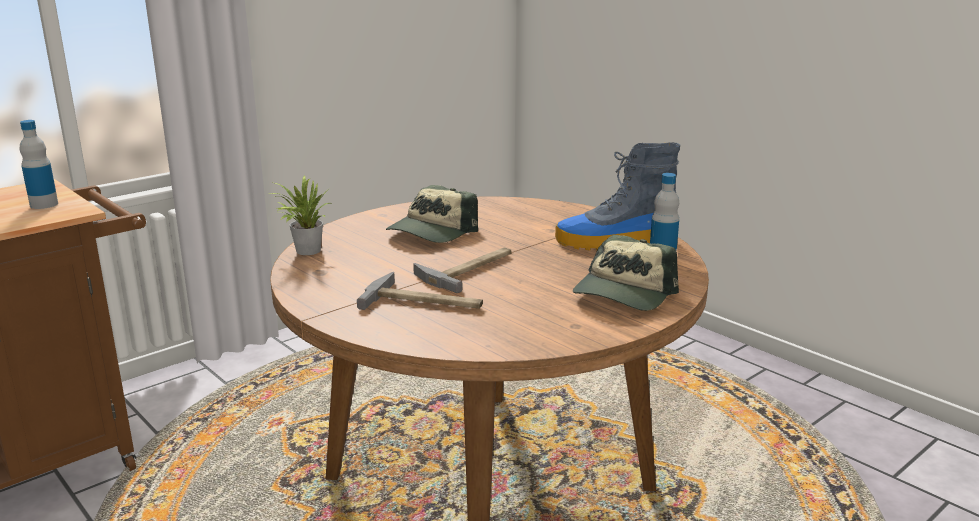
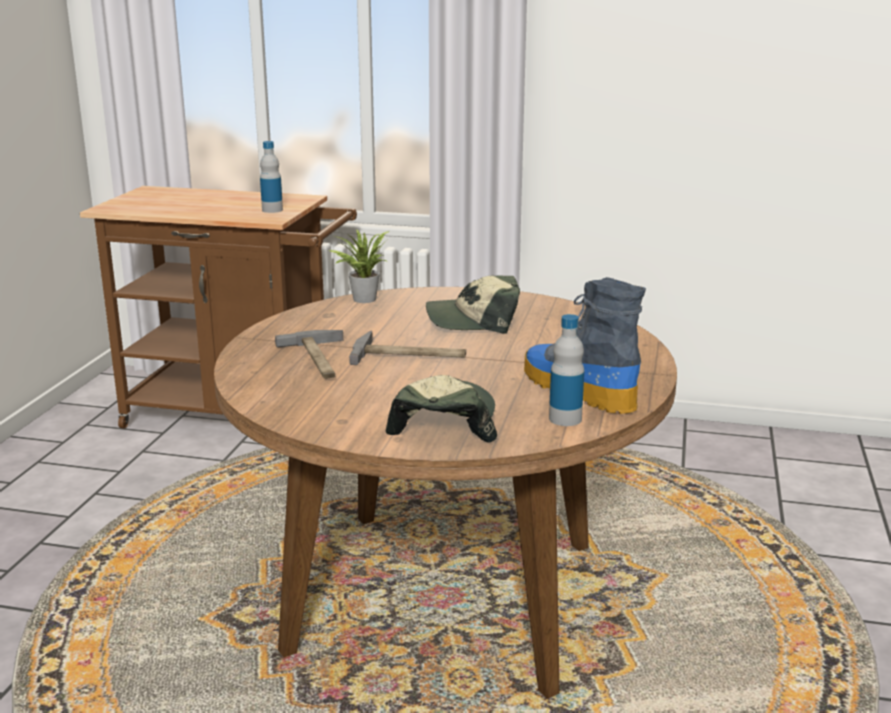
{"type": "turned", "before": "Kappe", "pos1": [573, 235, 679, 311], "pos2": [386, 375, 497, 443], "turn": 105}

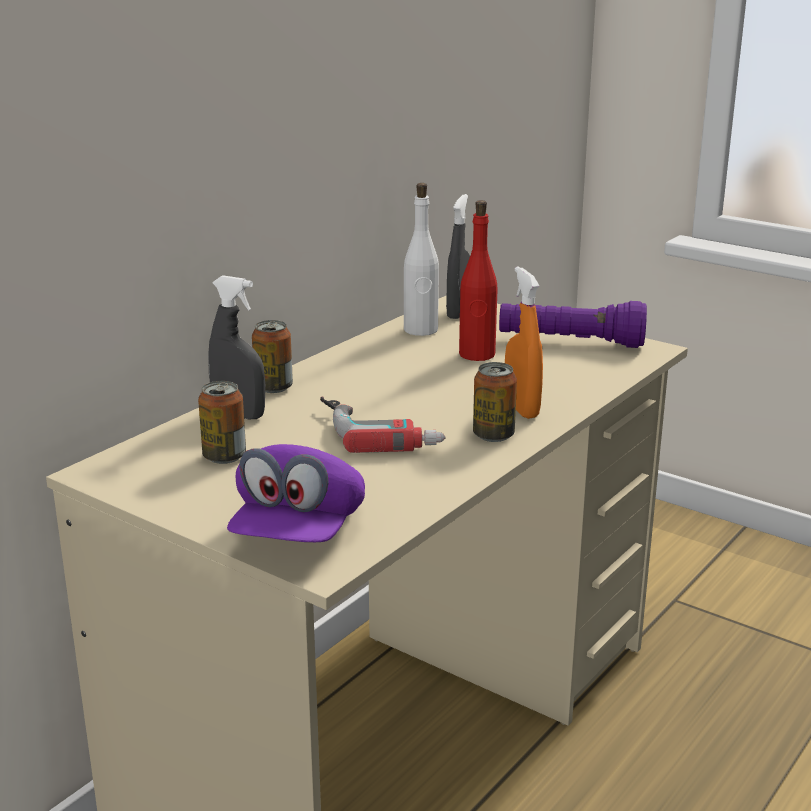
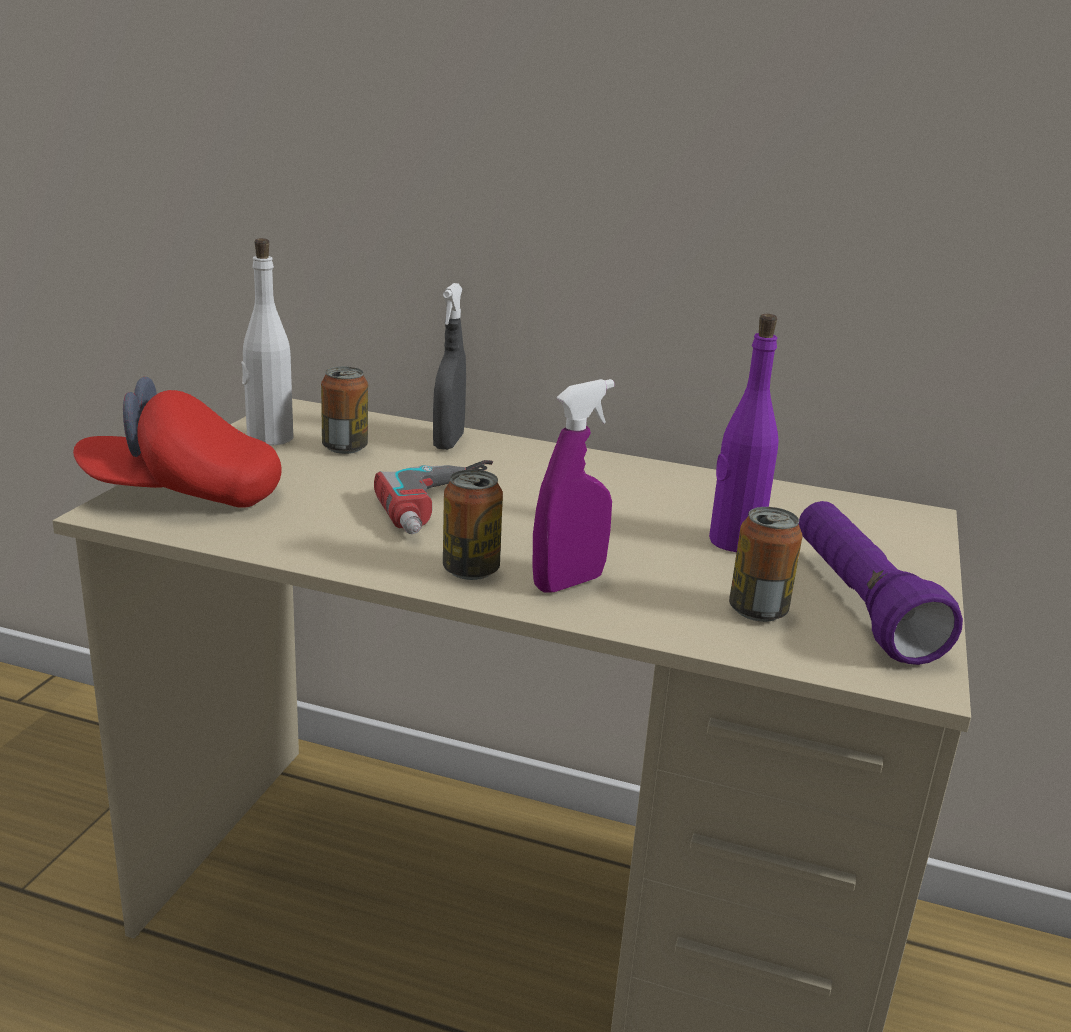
{"type": "recoloured", "before": "Kappe (lila)", "after": "Kappe (rot)", "pos1": [227, 444, 365, 542], "pos2": [73, 377, 282, 507]}
{"type": "moved", "before": "Dose", "pos1": [252, 320, 293, 393], "pos2": [729, 507, 803, 622]}
{"type": "moved", "before": "Flasche (weiß)", "pos1": [404, 183, 439, 336], "pos2": [241, 238, 293, 446]}
{"type": "removed", "before": "Sprühflasche (grau)", "pos1": [446, 194, 470, 319]}
{"type": "recoloured", "before": "Flasche (rot)", "after": "Flasche (lila)", "pos1": [459, 200, 497, 361], "pos2": [709, 314, 778, 552]}
{"type": "recoloured", "before": "Sprühflasche (orange)", "after": "Sprühflasche (lila)", "pos1": [505, 266, 543, 419], "pos2": [533, 379, 615, 593]}

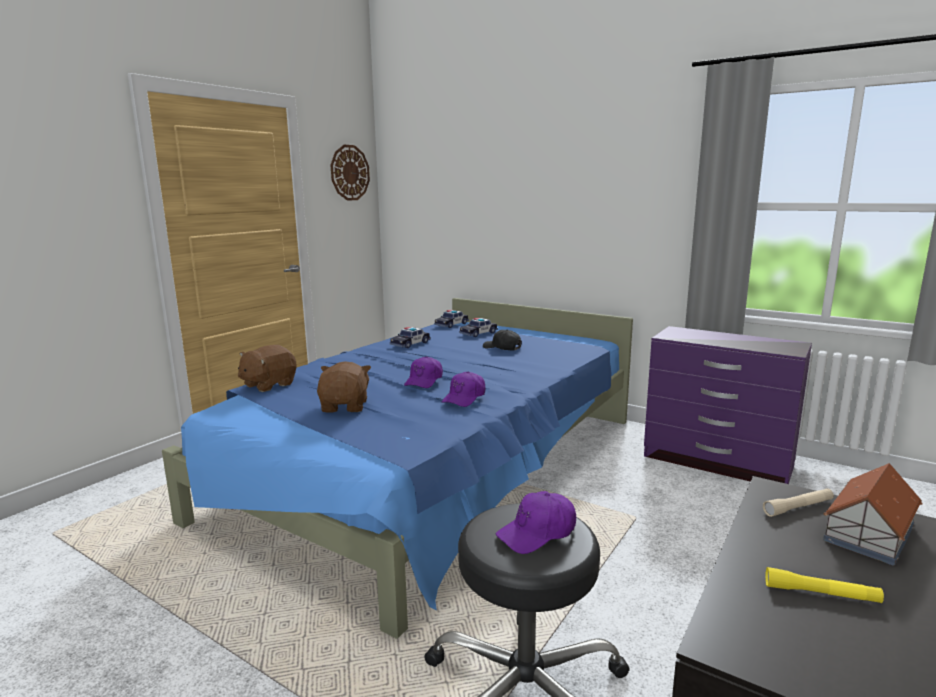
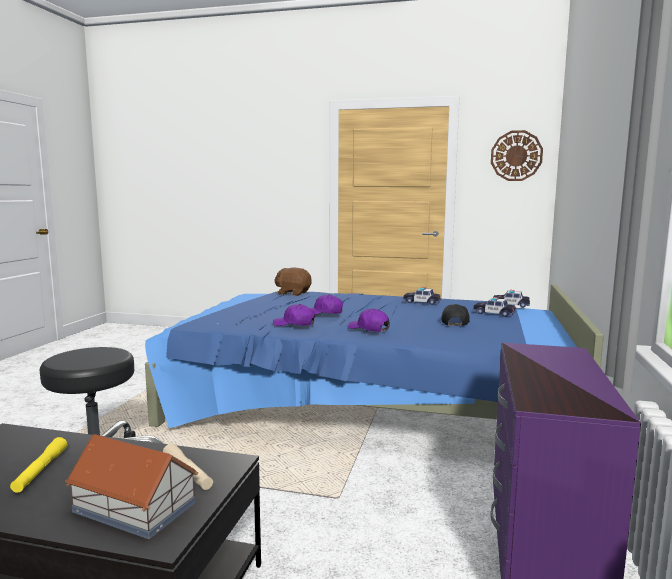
{"type": "removed", "before": "Plüschtier (braun)", "pos1": [317, 361, 371, 413]}
{"type": "moved", "before": "Kappe (lila)", "pos1": [496, 491, 576, 554], "pos2": [348, 309, 390, 332]}

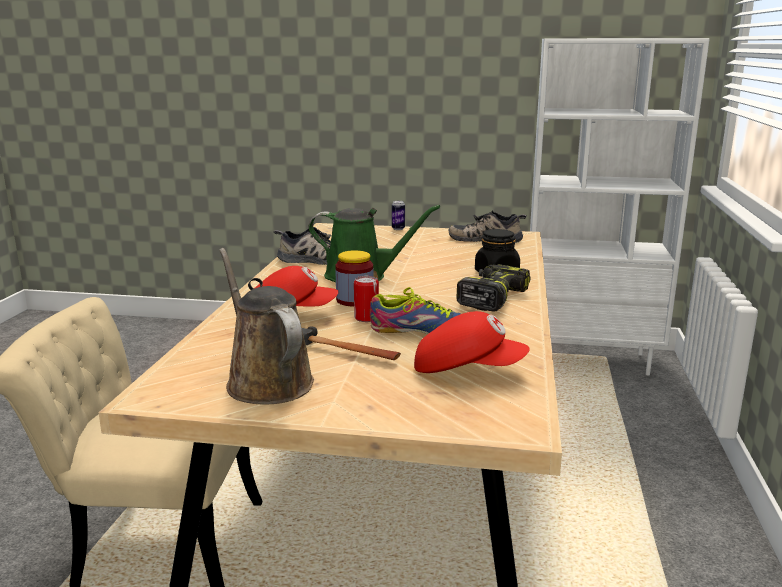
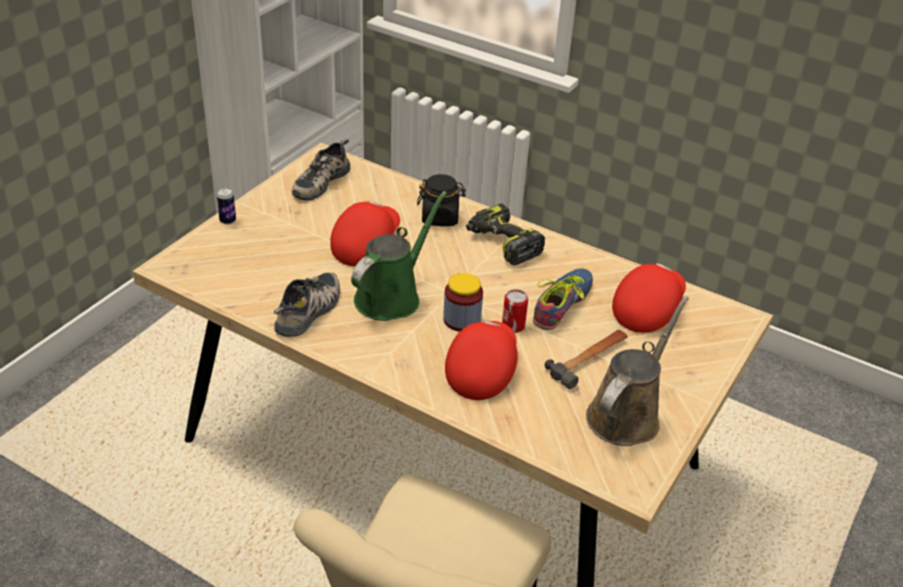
{"type": "turned", "before": "Gießkanne (braun)", "pos1": [219, 248, 314, 404], "pos2": [586, 296, 689, 446], "turn": 135}
{"type": "added", "after": "Kappe (rot)", "pos2": [330, 200, 400, 266]}

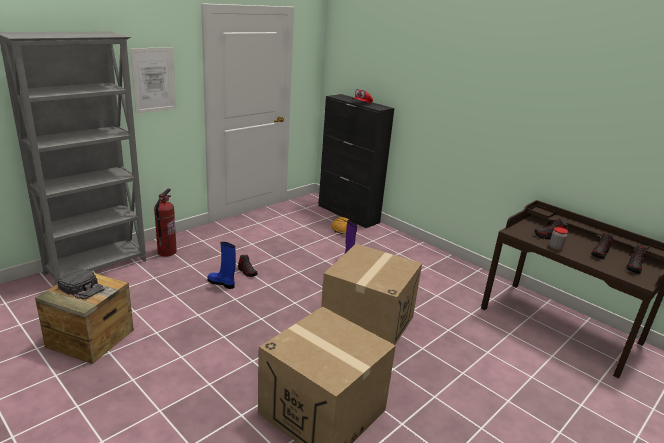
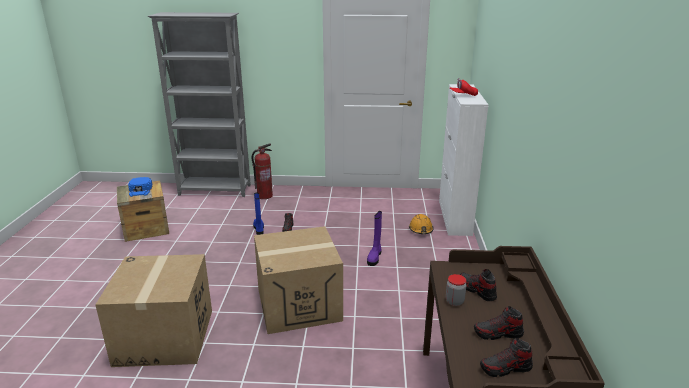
{"type": "recoloured", "before": "Kappe (schwarz)", "after": "Kappe (blau)", "pos1": [57, 268, 105, 300], "pos2": [128, 177, 152, 197]}
{"type": "removed", "before": "Bild", "pos1": [130, 47, 177, 114]}
{"type": "recoloured", "before": "Schrank (schwarz)", "after": "Schrank (weiß)", "pos1": [318, 94, 395, 228], "pos2": [439, 84, 488, 236]}

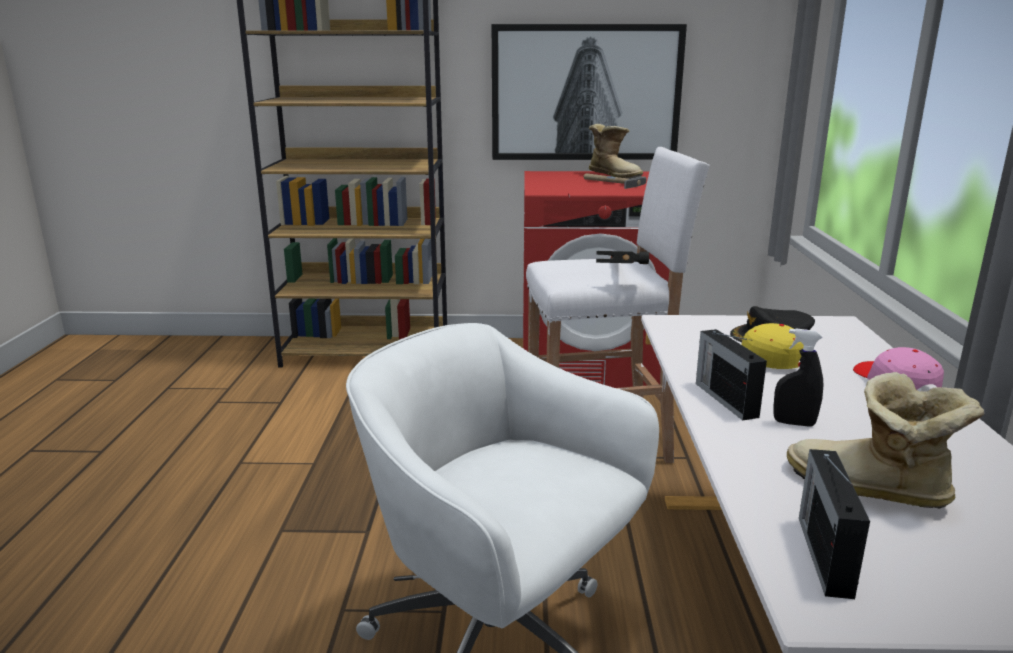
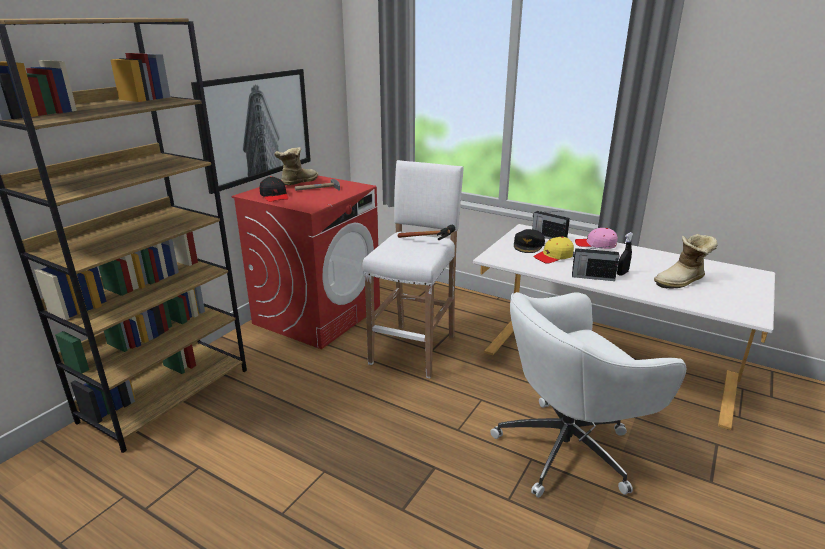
{"type": "turned", "before": "Stiefel", "pos1": [589, 124, 643, 179], "pos2": [275, 147, 318, 185], "turn": -45}
{"type": "moved", "before": "Radio", "pos1": [799, 449, 870, 599], "pos2": [532, 211, 570, 239]}
{"type": "added", "after": "Kappe (schwarz)", "pos2": [260, 176, 288, 202]}

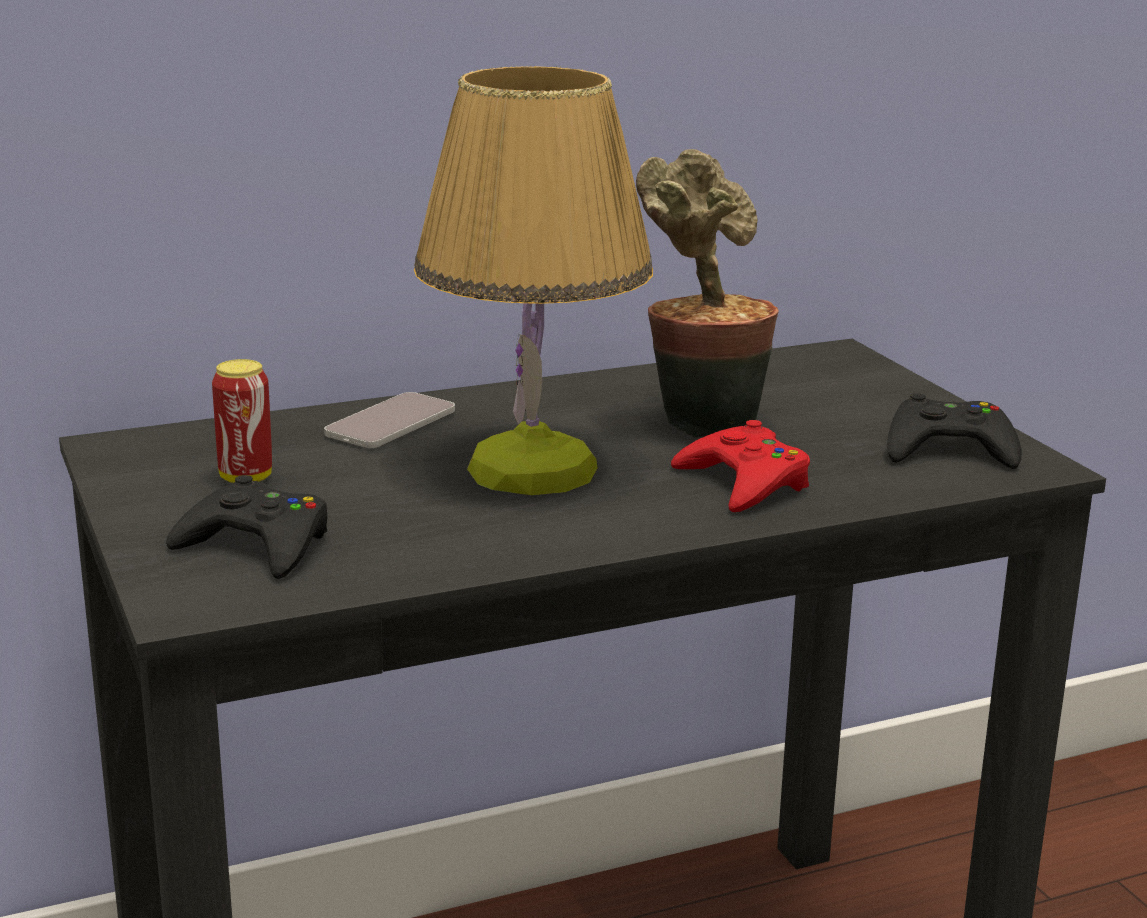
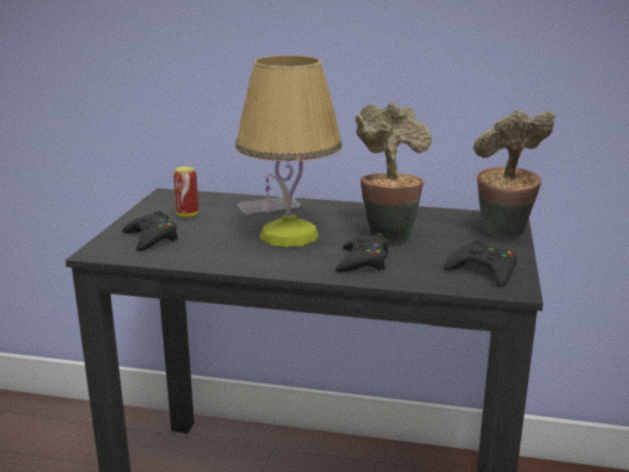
{"type": "recoloured", "before": "Gamepad (rot)", "after": "Gamepad (schwarz)", "pos1": [671, 420, 810, 512], "pos2": [335, 234, 389, 272]}
{"type": "added", "after": "Topfpflanze", "pos2": [473, 110, 555, 236]}

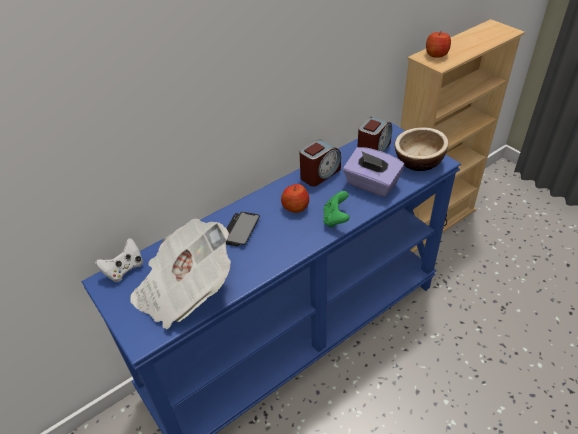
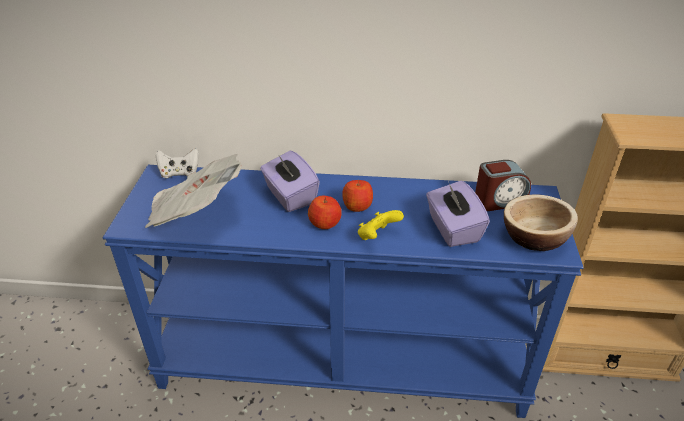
{"type": "replaced", "before": "Handy", "after": "Taschentuchbox (lila)", "pos1": [226, 212, 260, 246], "pos2": [260, 151, 320, 212]}
{"type": "removed", "before": "Wecker", "pos1": [299, 139, 341, 187]}
{"type": "recoloured", "before": "Gamepad (grün)", "after": "Gamepad (gelb)", "pos1": [323, 191, 350, 228], "pos2": [358, 210, 404, 240]}
{"type": "moved", "before": "Apfel", "pos1": [426, 32, 451, 58], "pos2": [308, 196, 342, 229]}

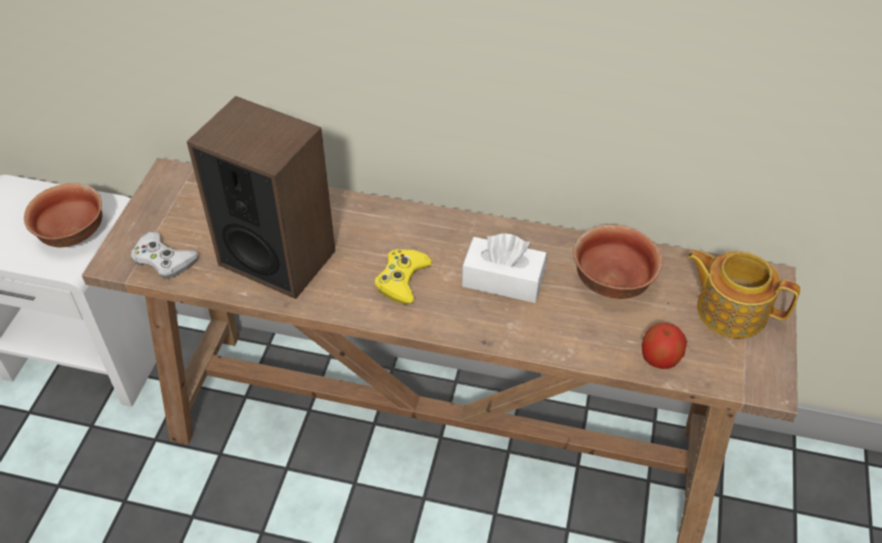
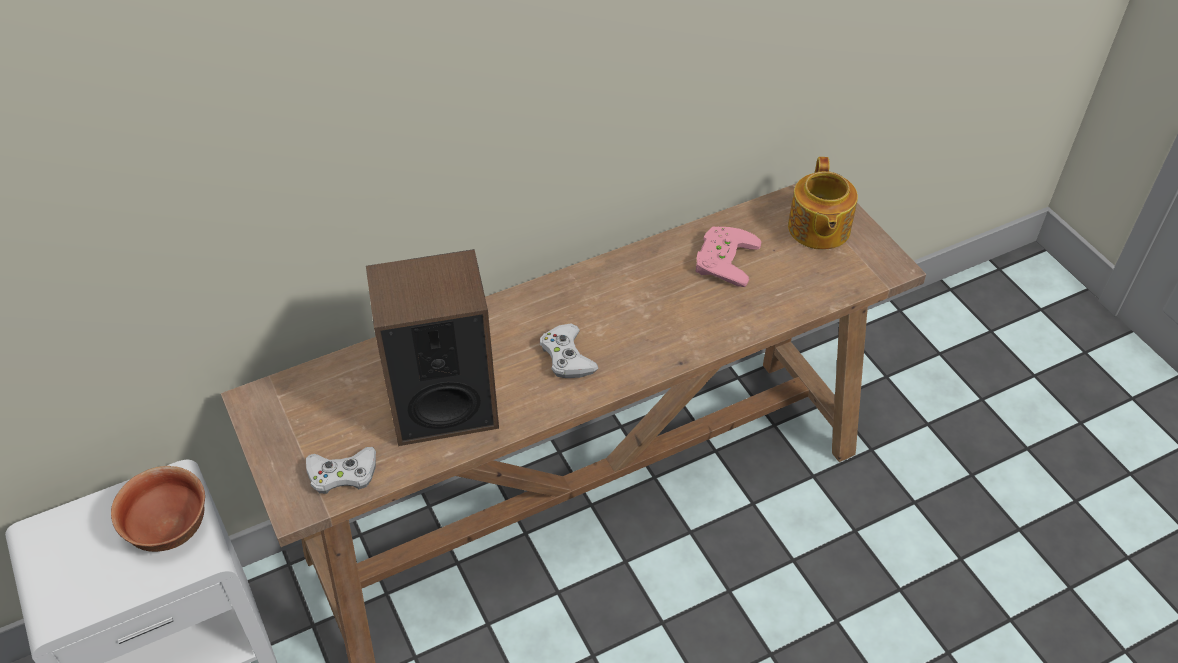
{"type": "recoloured", "before": "Gamepad (gelb)", "after": "Gamepad (weiß)", "pos1": [375, 249, 432, 305], "pos2": [540, 324, 599, 378]}
{"type": "removed", "before": "Taschentuchbox (weiß)", "pos1": [462, 233, 547, 303]}
{"type": "replaced", "before": "Schüssel", "after": "Gamepad (rosa)", "pos1": [573, 225, 663, 299], "pos2": [696, 226, 761, 287]}
{"type": "removed", "before": "Apfel", "pos1": [642, 323, 687, 369]}
{"type": "turned", "before": "Teekanne", "pos1": [687, 250, 800, 338], "pos2": [788, 157, 858, 250], "turn": -75}

